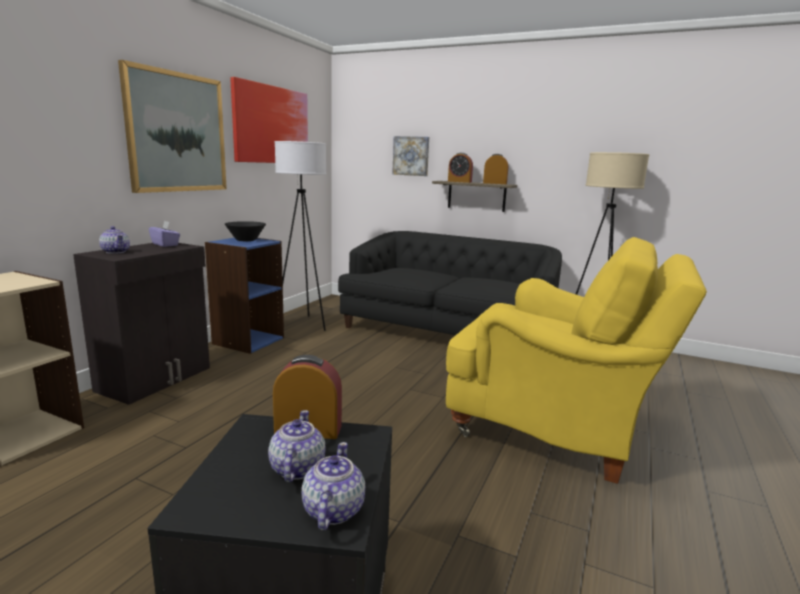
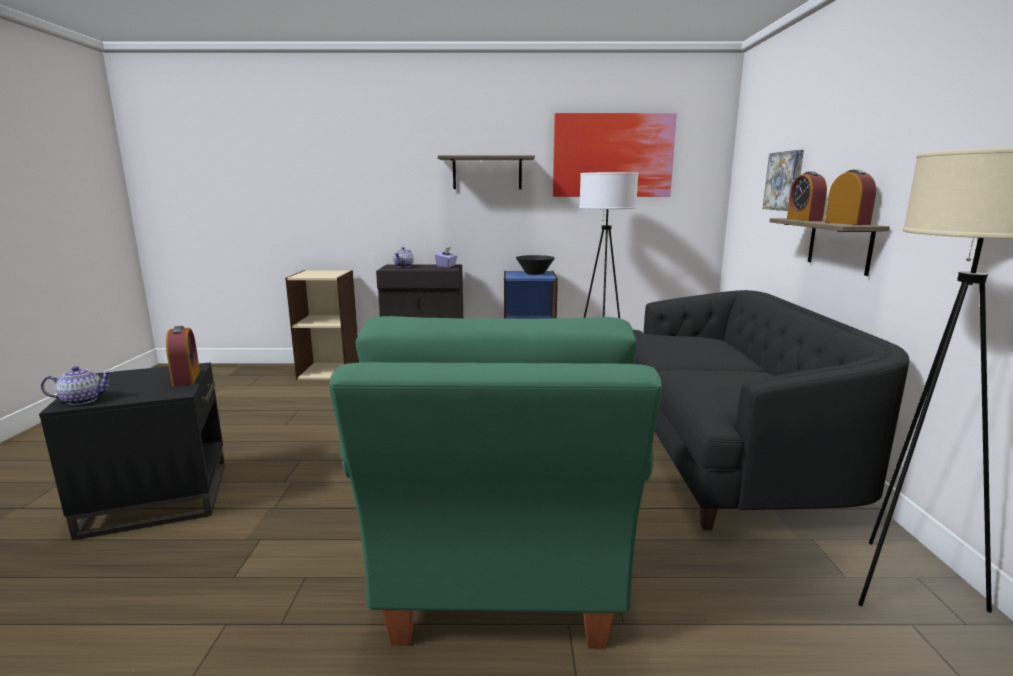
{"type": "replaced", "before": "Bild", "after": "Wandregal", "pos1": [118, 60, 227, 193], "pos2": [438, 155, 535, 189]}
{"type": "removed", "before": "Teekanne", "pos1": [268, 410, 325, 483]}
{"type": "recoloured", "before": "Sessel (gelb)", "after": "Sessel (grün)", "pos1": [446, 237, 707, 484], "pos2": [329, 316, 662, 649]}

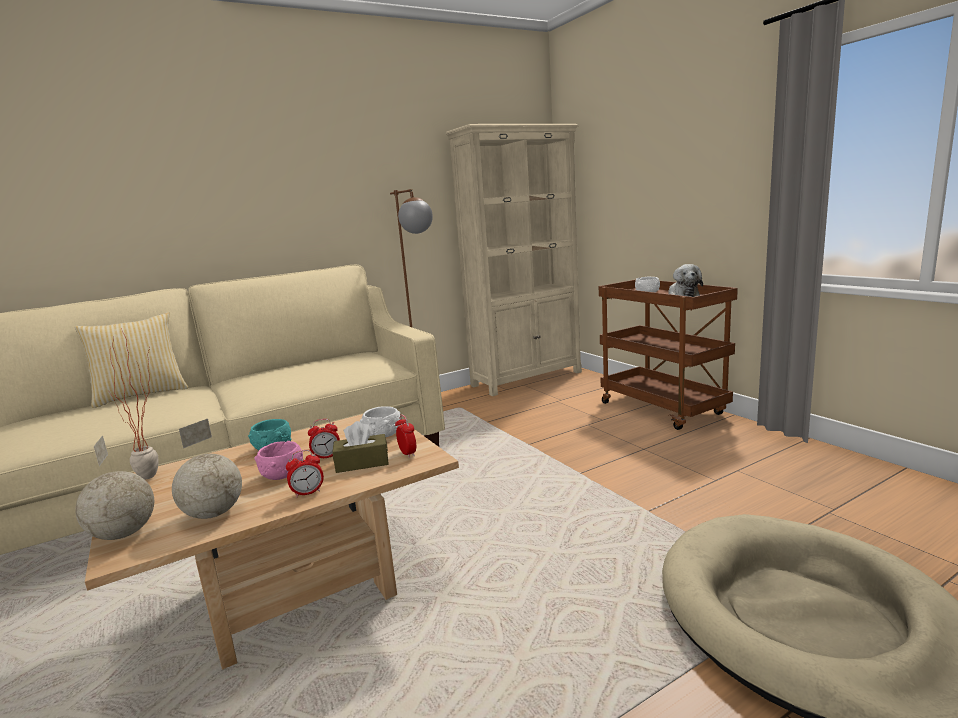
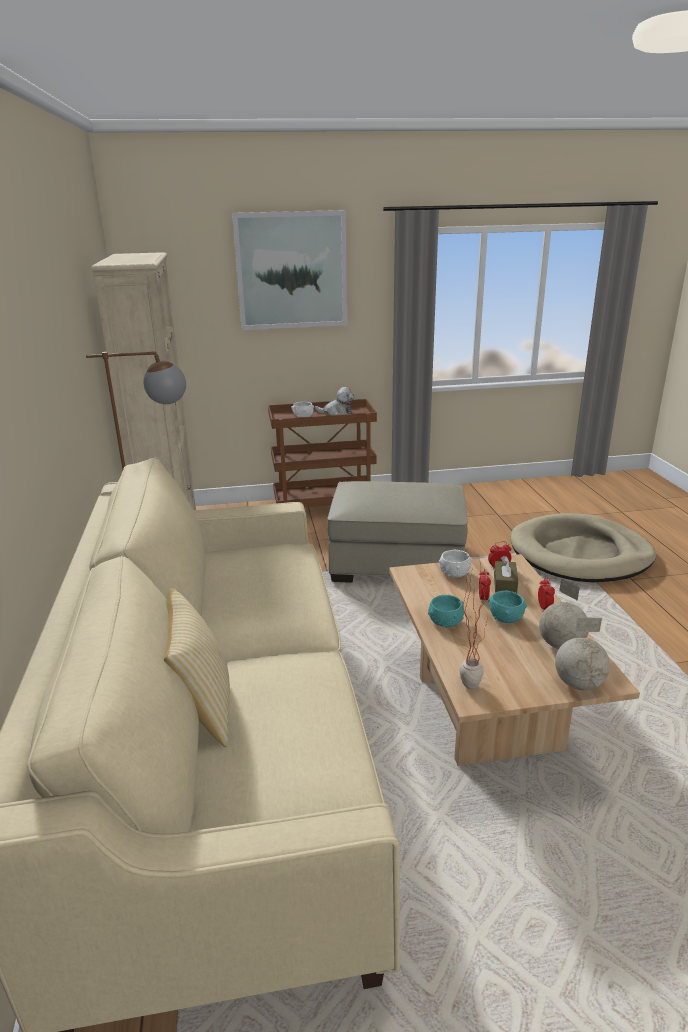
{"type": "recoloured", "before": "Schüssel (rosa)", "after": "Schüssel (türkis)", "pos1": [254, 441, 303, 480], "pos2": [488, 590, 527, 623]}
{"type": "added", "after": "Bild", "pos2": [232, 210, 347, 330]}
{"type": "added", "after": "Polsterhocker (beige)", "pos2": [327, 481, 468, 583]}

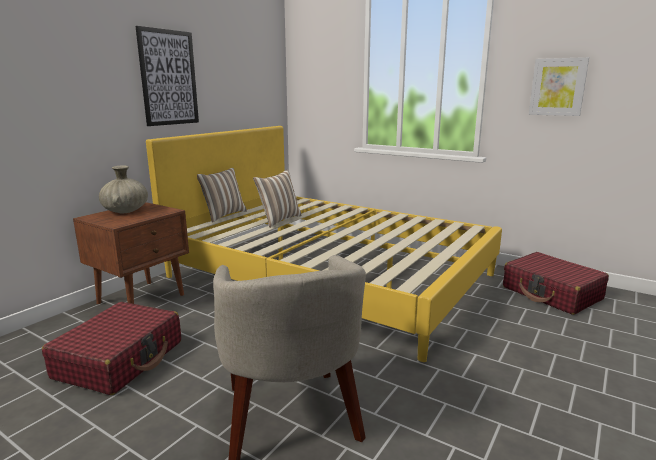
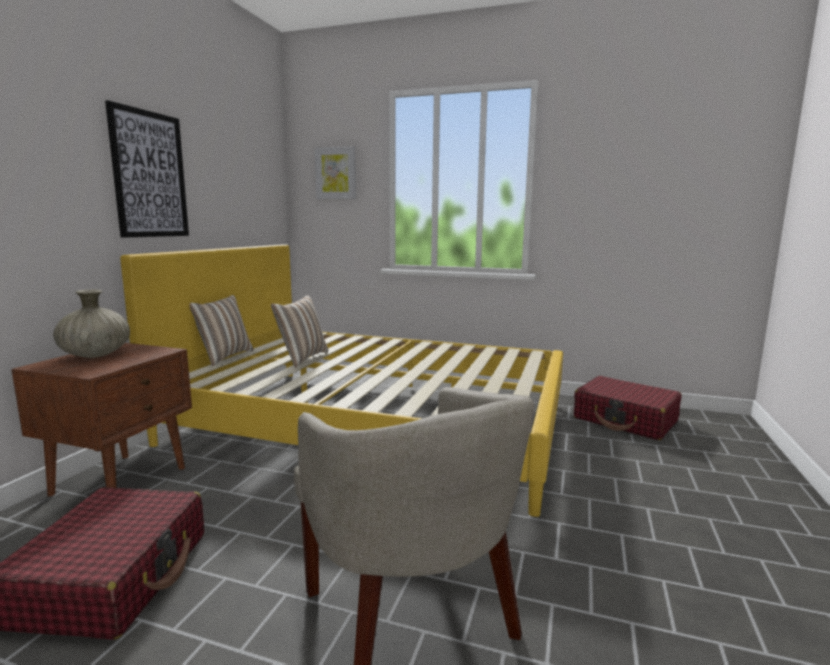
{"type": "moved", "before": "Bild", "pos1": [529, 57, 589, 116], "pos2": [315, 146, 356, 199]}

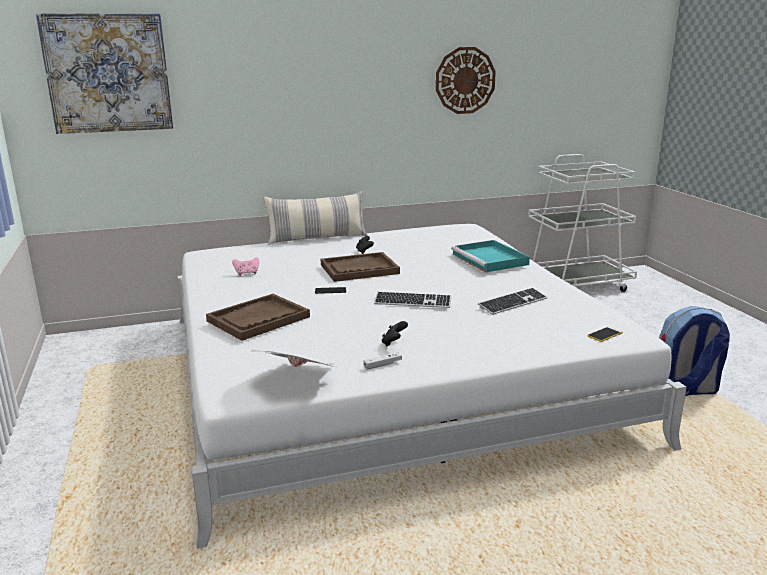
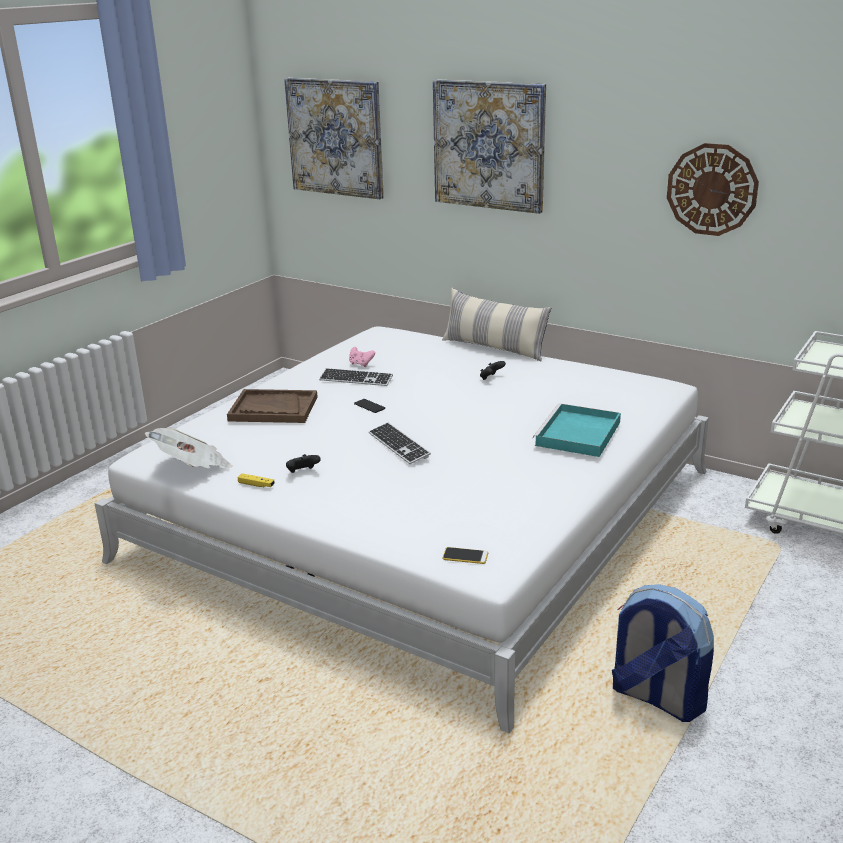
{"type": "removed", "before": "Tablett (braun)", "pos1": [321, 252, 400, 282]}
{"type": "recoloured", "before": "Gamepad (weiß)", "after": "Gamepad (gelb)", "pos1": [363, 352, 402, 370], "pos2": [237, 473, 275, 488]}
{"type": "moved", "before": "Tastatur", "pos1": [478, 288, 548, 315], "pos2": [319, 368, 393, 386]}
{"type": "added", "after": "Bild", "pos2": [433, 79, 546, 214]}

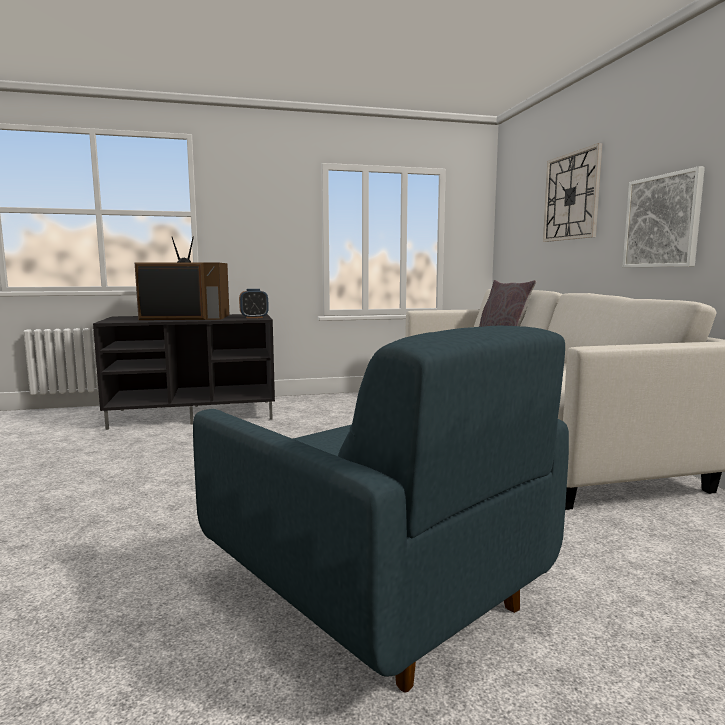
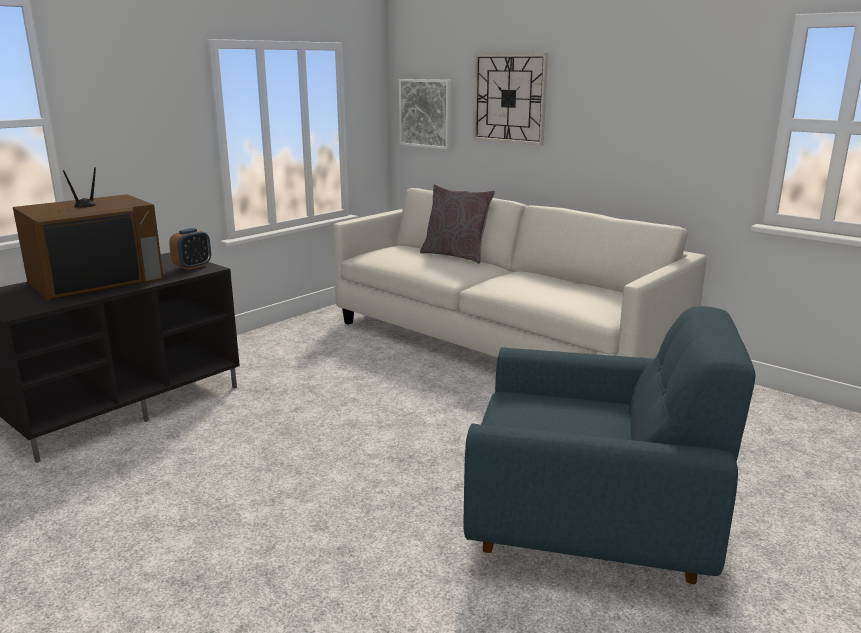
{"type": "moved", "before": "Bild", "pos1": [623, 166, 705, 267], "pos2": [399, 79, 451, 150]}

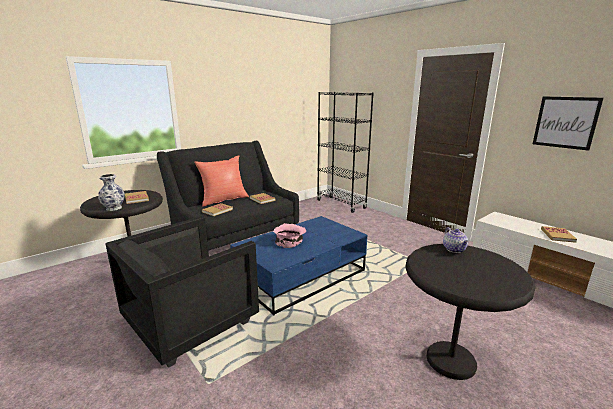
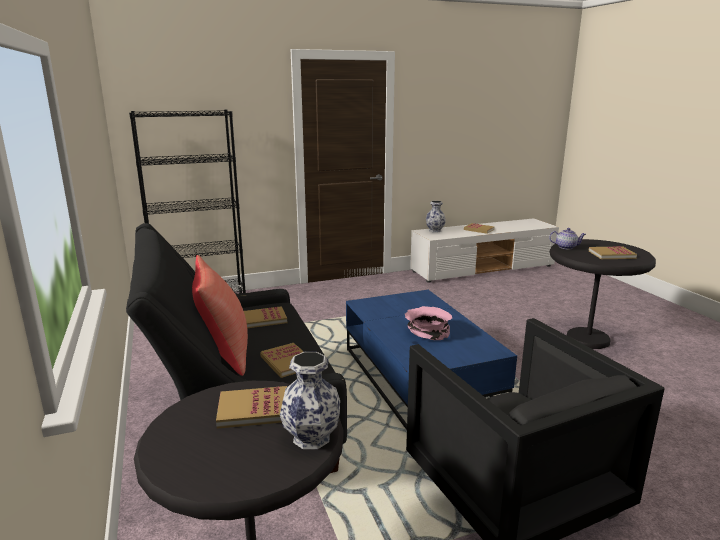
{"type": "removed", "before": "Bild", "pos1": [533, 96, 604, 151]}
{"type": "added", "after": "Vase", "pos2": [426, 201, 446, 233]}
{"type": "added", "after": "Buch", "pos2": [588, 246, 637, 259]}

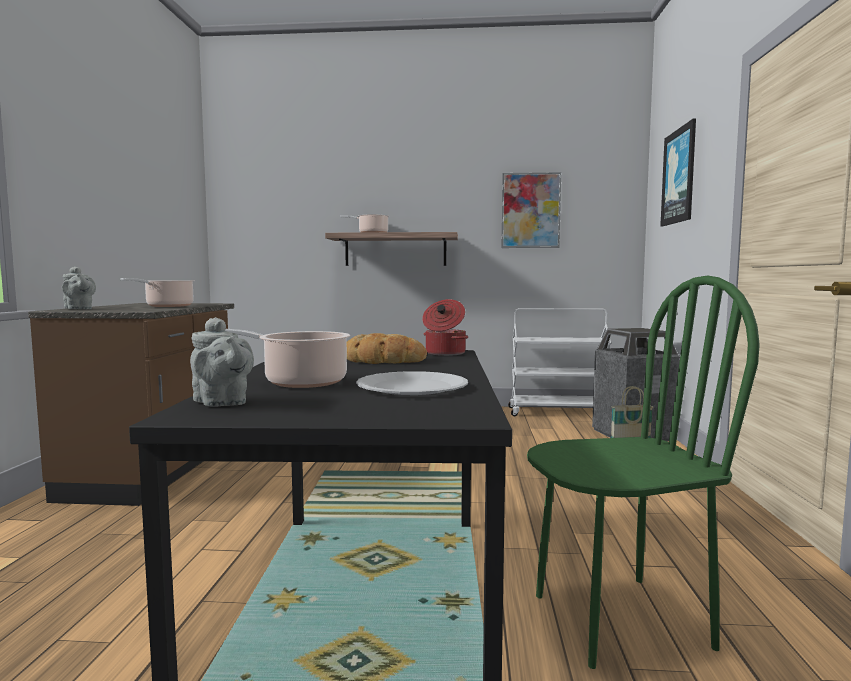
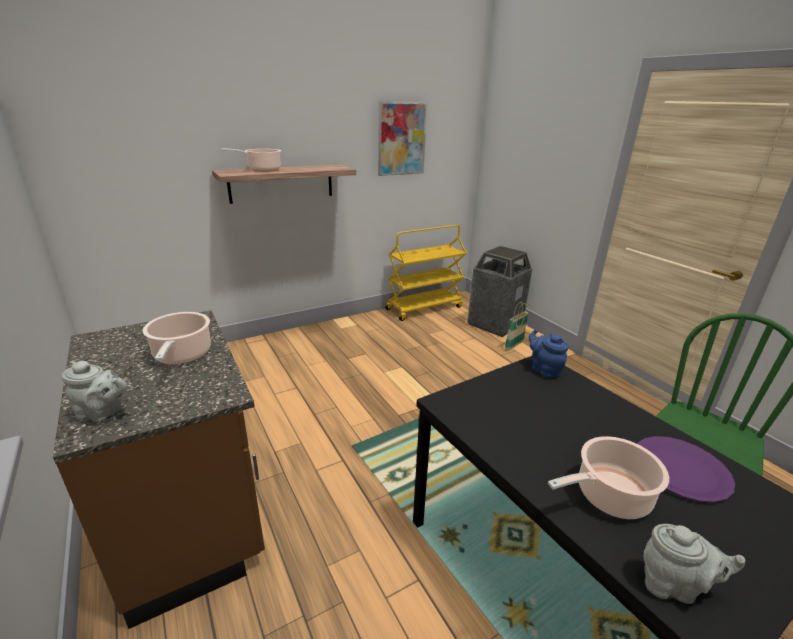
{"type": "removed", "before": "Brot", "pos1": [347, 333, 427, 364]}
{"type": "recoloured", "before": "Teller (weiß)", "after": "Teller (lila)", "pos1": [356, 371, 468, 395], "pos2": [637, 436, 735, 503]}
{"type": "replaced", "before": "Kochtopf", "after": "Teekanne (blau)", "pos1": [422, 299, 468, 356], "pos2": [529, 329, 569, 378]}
{"type": "recoloured", "before": "Rollwagen (weiß)", "after": "Rollwagen (gelb)", "pos1": [508, 308, 611, 416], "pos2": [385, 225, 467, 321]}
{"type": "removed", "before": "Bild", "pos1": [660, 118, 696, 226]}

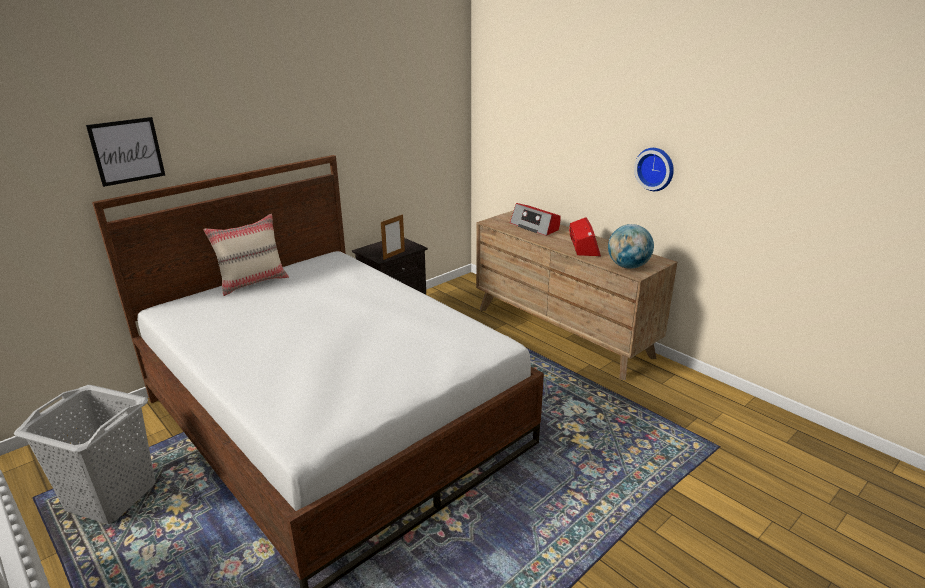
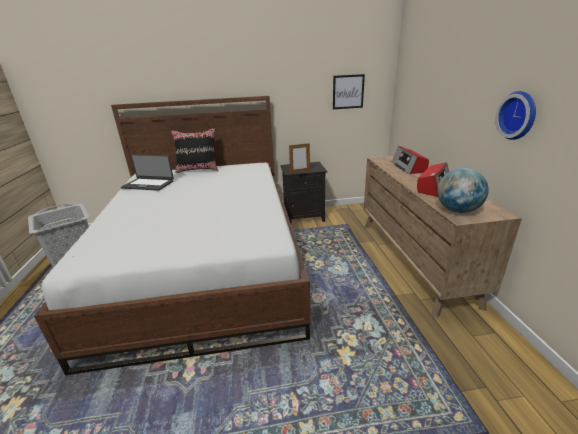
{"type": "moved", "before": "Bild", "pos1": [86, 117, 165, 187], "pos2": [333, 74, 365, 109]}
{"type": "recoloured", "before": "Kissen (beige)", "after": "Kissen (schwarz)", "pos1": [203, 214, 289, 296], "pos2": [171, 128, 219, 173]}
{"type": "added", "after": "Laptop", "pos2": [121, 154, 174, 191]}

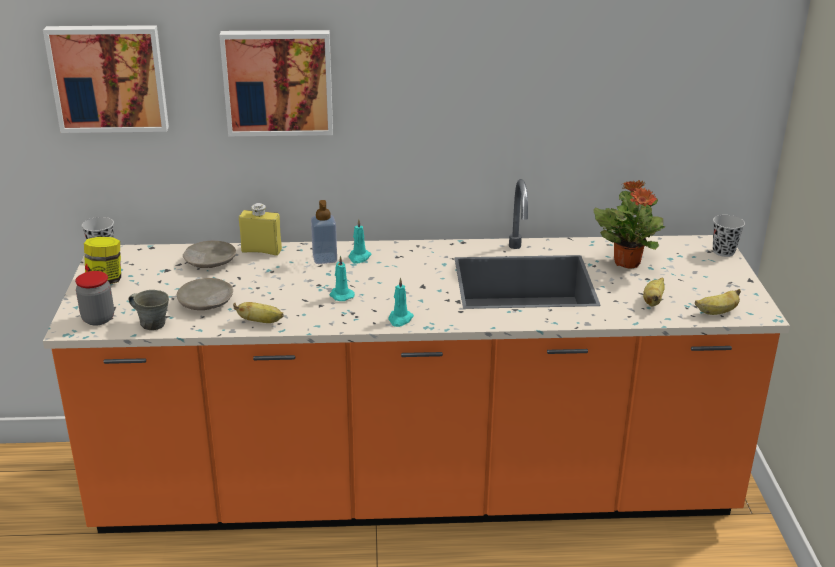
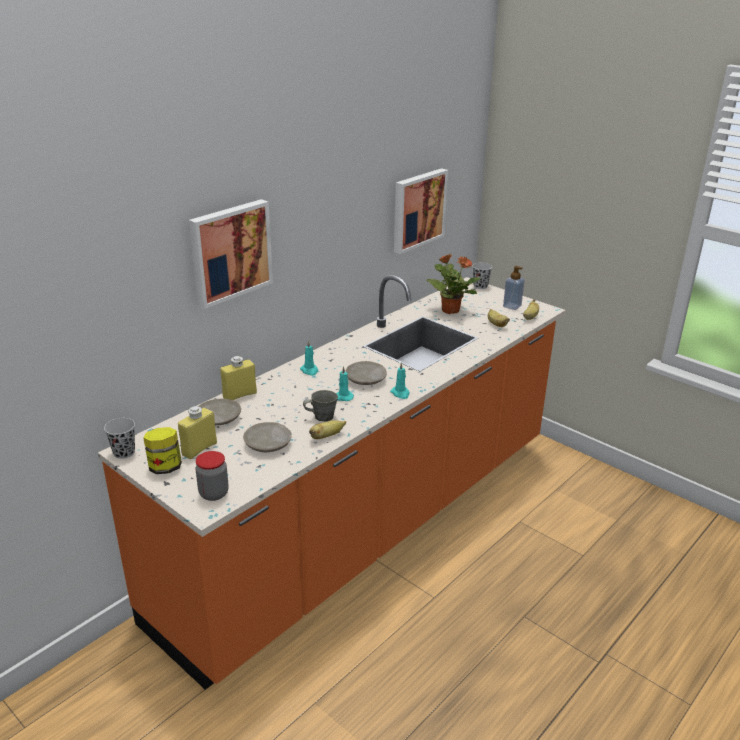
{"type": "moved", "before": "Bild", "pos1": [43, 25, 169, 133], "pos2": [394, 168, 448, 254]}
{"type": "moved", "before": "Henkelbecher (grau)", "pos1": [129, 290, 169, 330], "pos2": [303, 390, 338, 421]}
{"type": "moved", "before": "Seifenspender", "pos1": [311, 200, 337, 264], "pos2": [503, 266, 525, 310]}
{"type": "added", "after": "Flasche (gelb)", "pos2": [178, 406, 217, 459]}
{"type": "added", "after": "Teller (beige)", "pos2": [345, 361, 387, 385]}

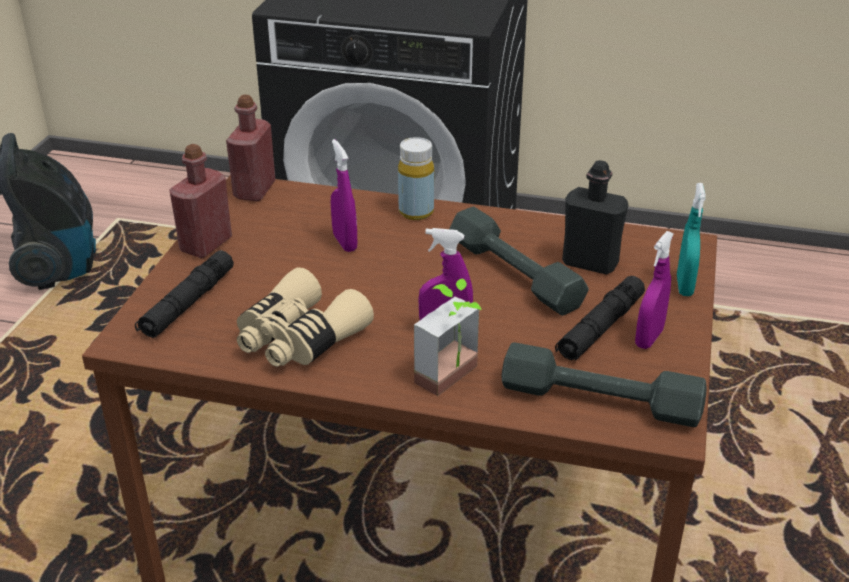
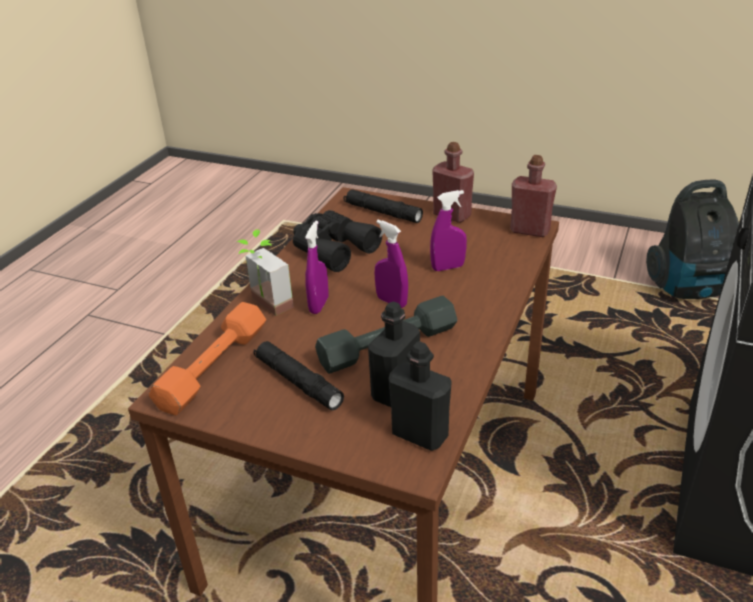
{"type": "recoloured", "before": "Fernglas (beige)", "after": "Fernglas (schwarz)", "pos1": [237, 267, 374, 367], "pos2": [293, 210, 382, 272]}
{"type": "removed", "before": "Flasche (gelb)", "pos1": [398, 137, 434, 220]}
{"type": "recoloured", "before": "Hantel (grau)", "after": "Hantel (orange)", "pos1": [502, 342, 706, 427], "pos2": [149, 302, 266, 416]}
{"type": "moved", "before": "Sprühflasche (lila)", "pos1": [635, 231, 674, 349], "pos2": [375, 220, 408, 308]}
{"type": "removed", "before": "Sprühflasche (türkis)", "pos1": [677, 183, 706, 296]}
{"type": "added", "after": "Flasche (schwarz)", "pos2": [389, 341, 452, 451]}

